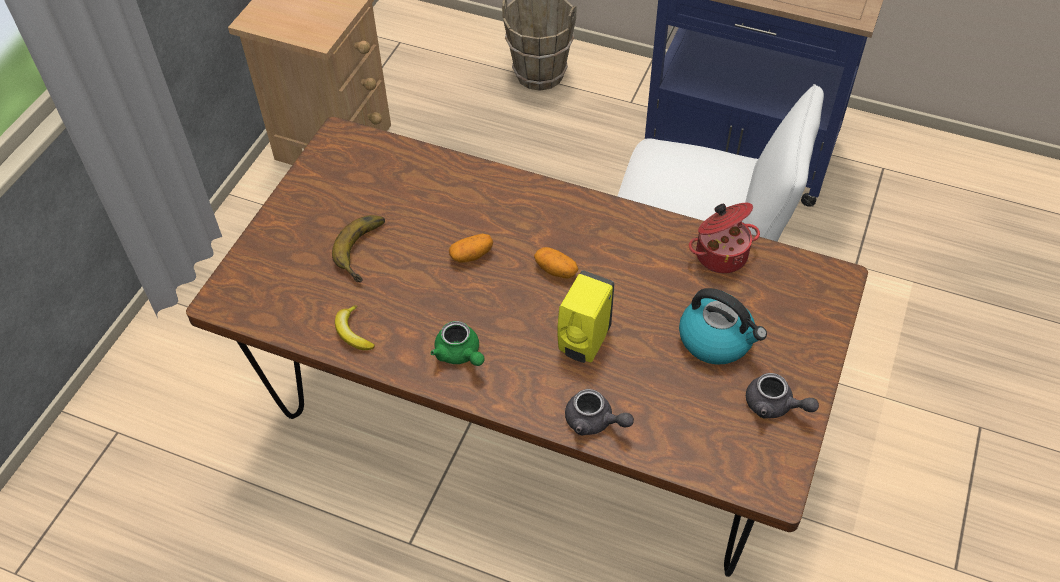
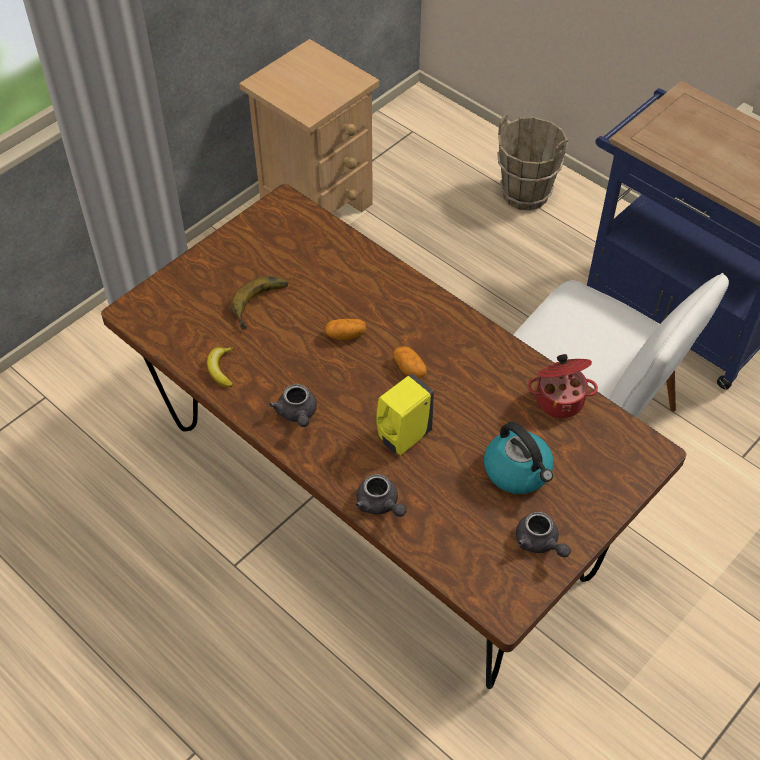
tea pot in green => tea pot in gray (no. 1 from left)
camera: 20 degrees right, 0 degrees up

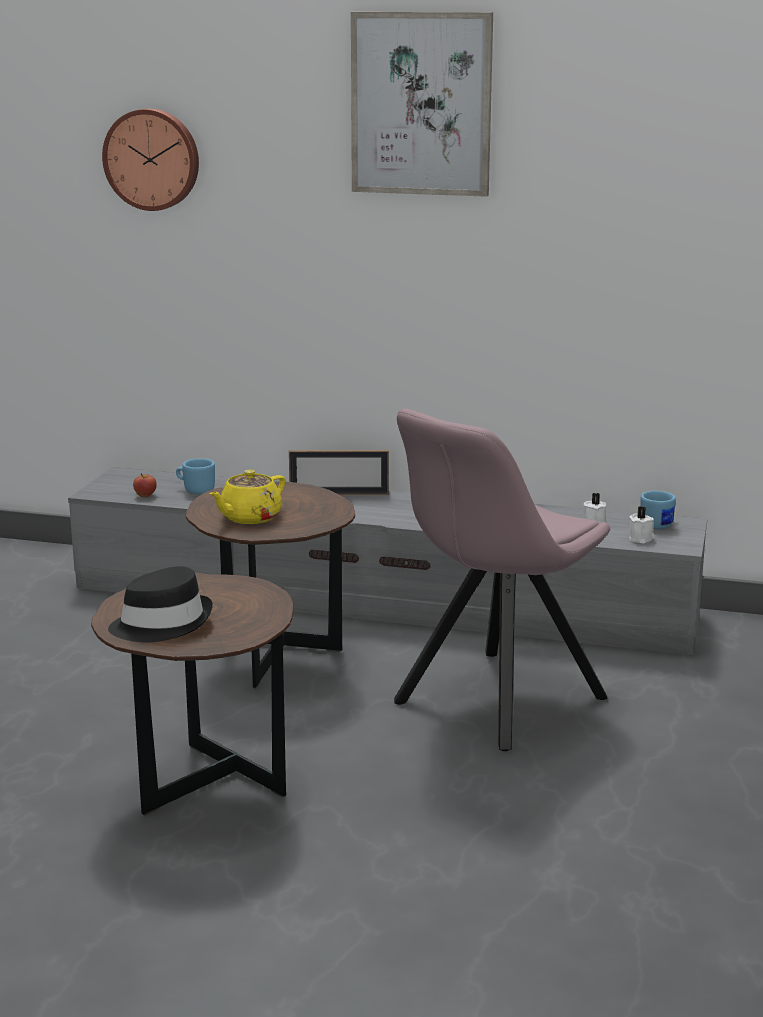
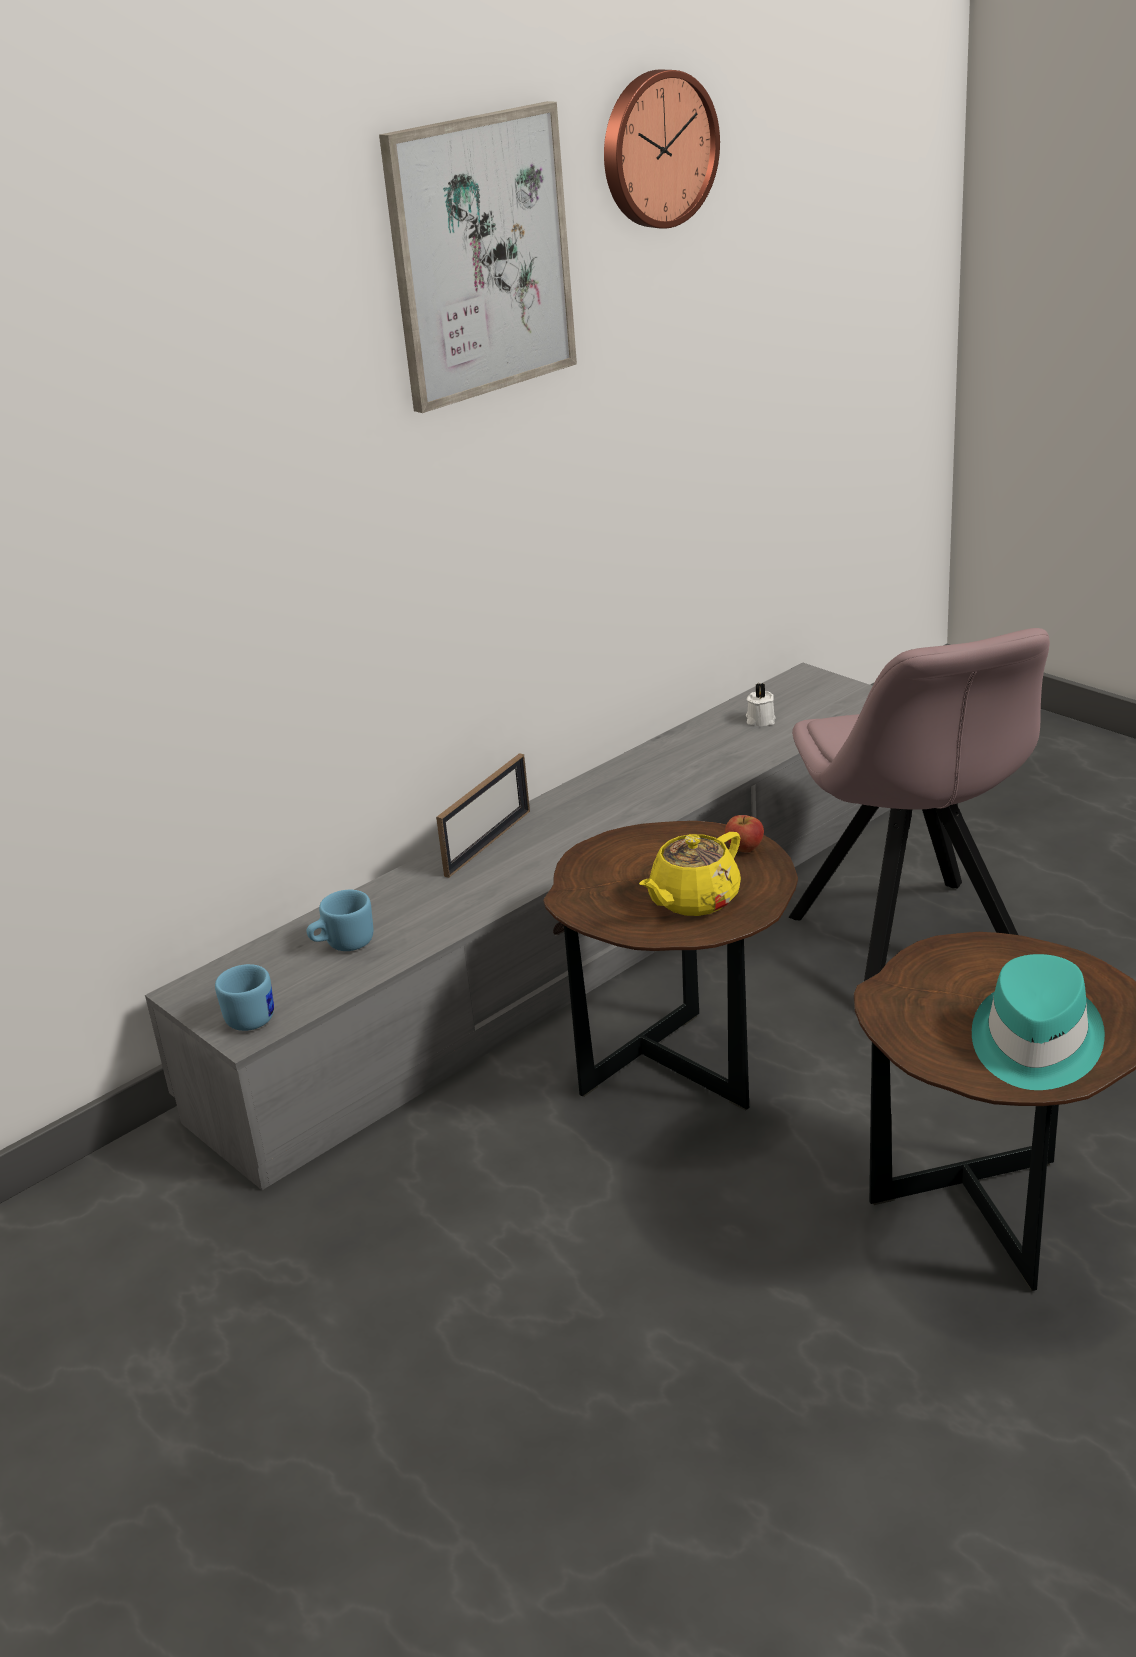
candle in white-coloured (no. 2 from left) => nothing
clock on the wall, shifted
whole apple, shifted
coffee mug in blue-coloured (no. 2 from left in the first image) => coffee mug in blue-coloured (no. 1 from left), shifted
hat in black-coloured => hat in turquoise-coloured
tea pot in yellow, 60 degrees clockwise
camera: 55 degrees left, 10 degrees up

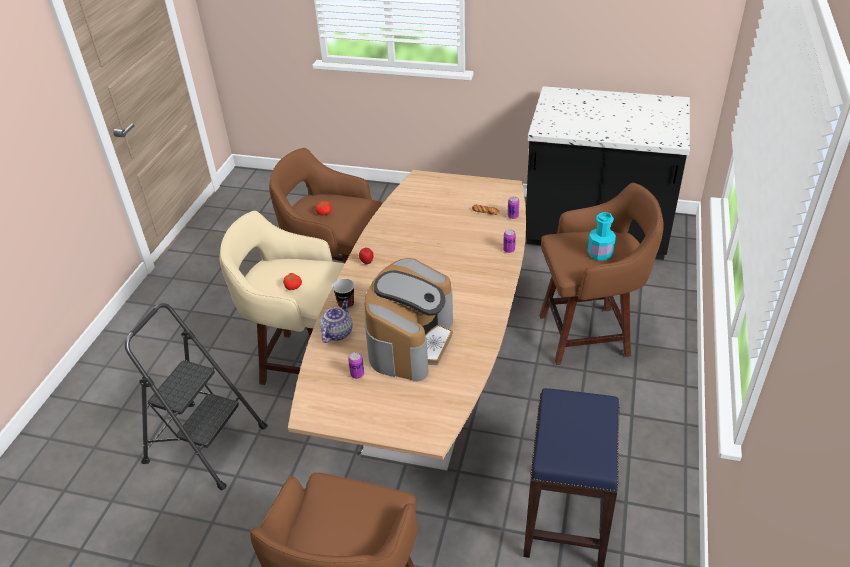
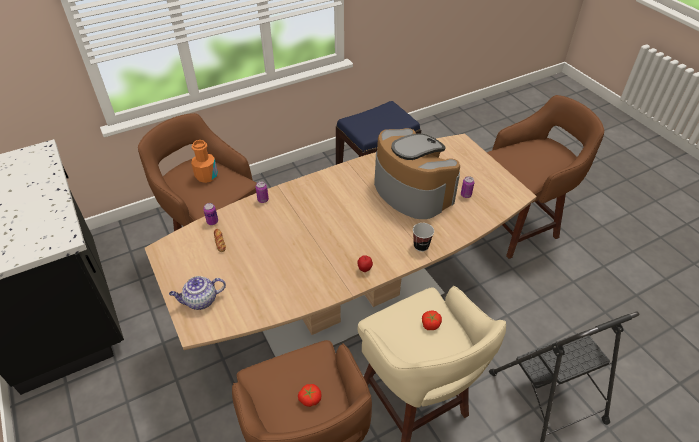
tea pot, shifted
beverage bottle in turquoise-coloured => beverage bottle in orange
coffee machine, 75 degrees clockwise
camera: 135 degrees left, 5 degrees up

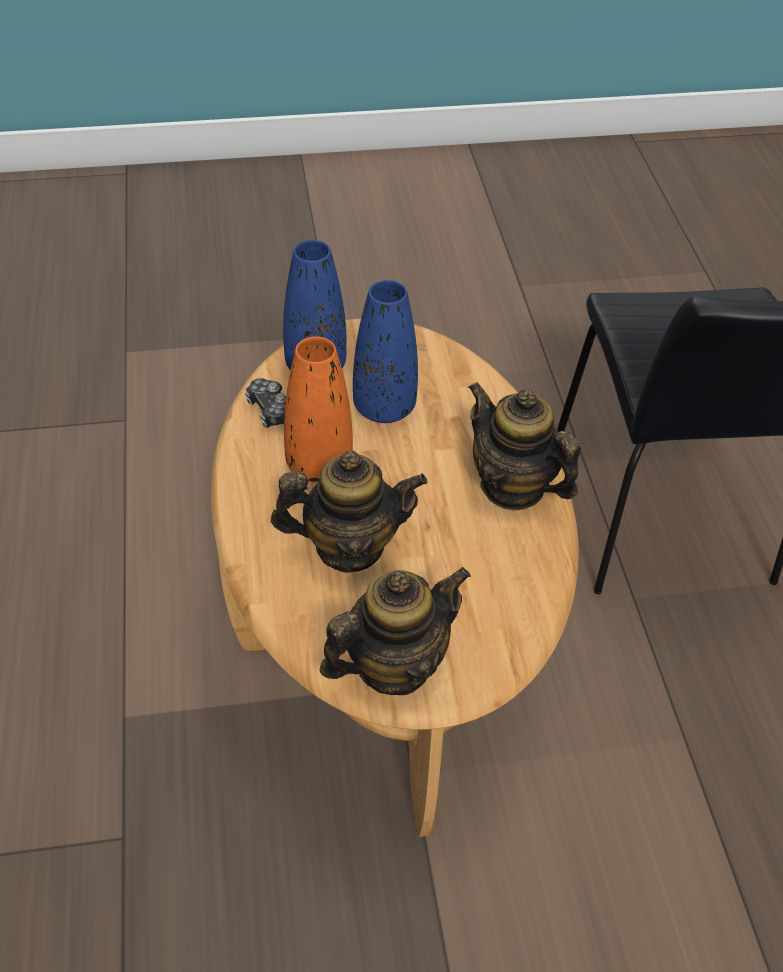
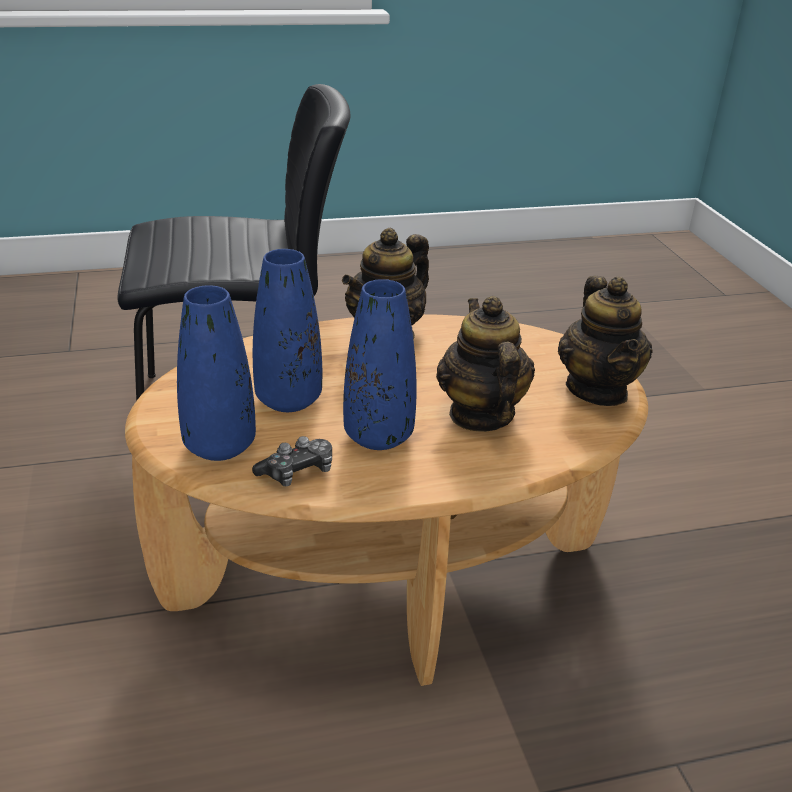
decorative vase in orange => decorative vase in blue-coloured (no. 3 from left)
tea pot (no. 2 from left in the first image) => tea pot (no. 3 from left), 150 degrees counterclockwise
camera: 95 degrees left, 15 degrees down

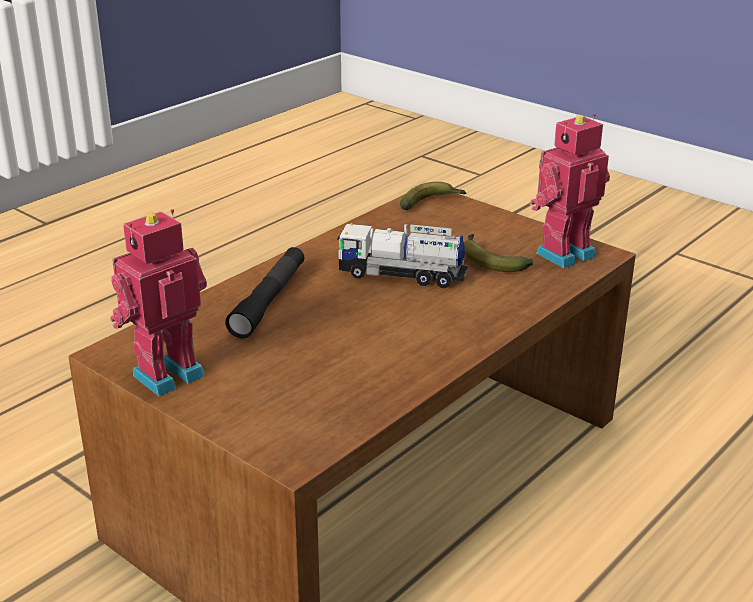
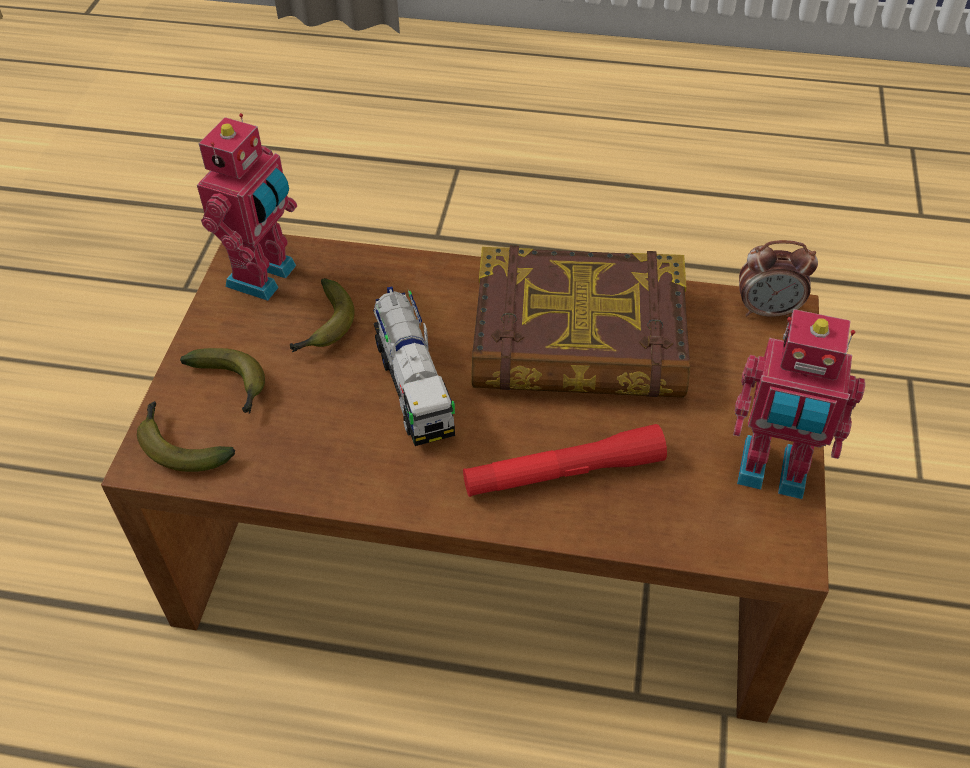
nothing => banana (no. 2 from left)
nothing => volume
nothing => table clock
torch in black-coloured => torch in reddish
model robot (no. 2 from left in the first image) => model robot (no. 1 from left), 90 degrees counterclockwise
camera: 120 degrees left, 20 degrees up

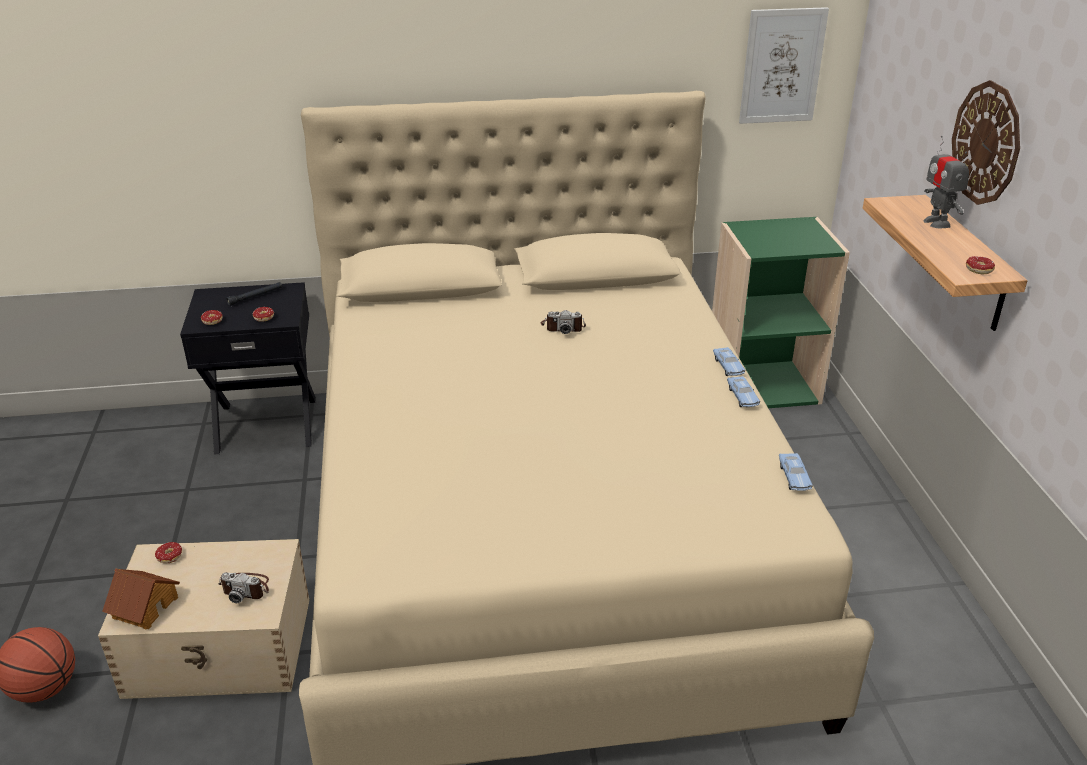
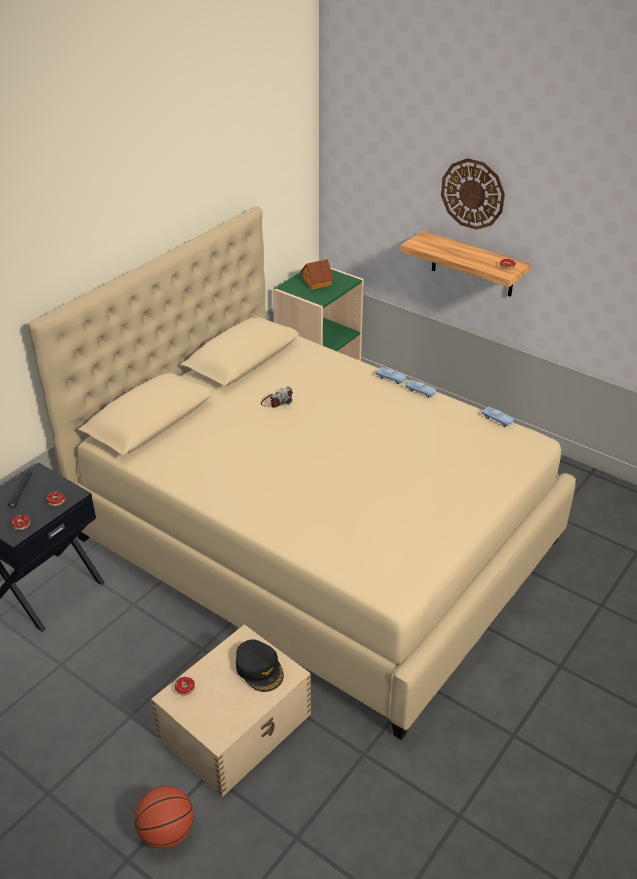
wall art => nothing
model robot => nothing
toy house, shifted
still camera (no. 1 from left) => baseball cap in black-coloured
camera: 45 degrees left, 5 degrees up

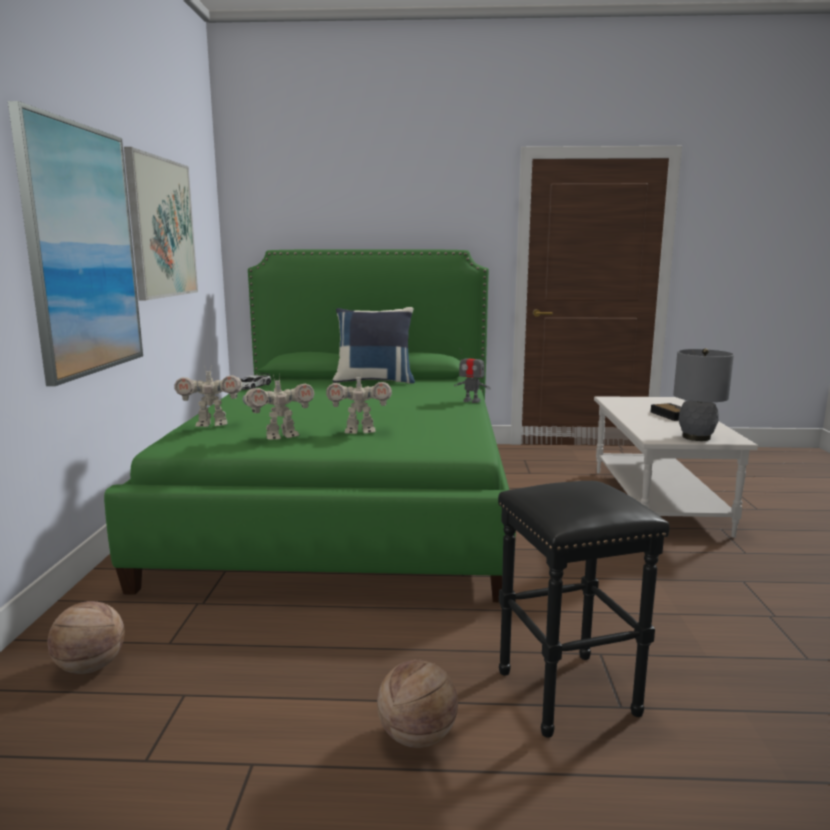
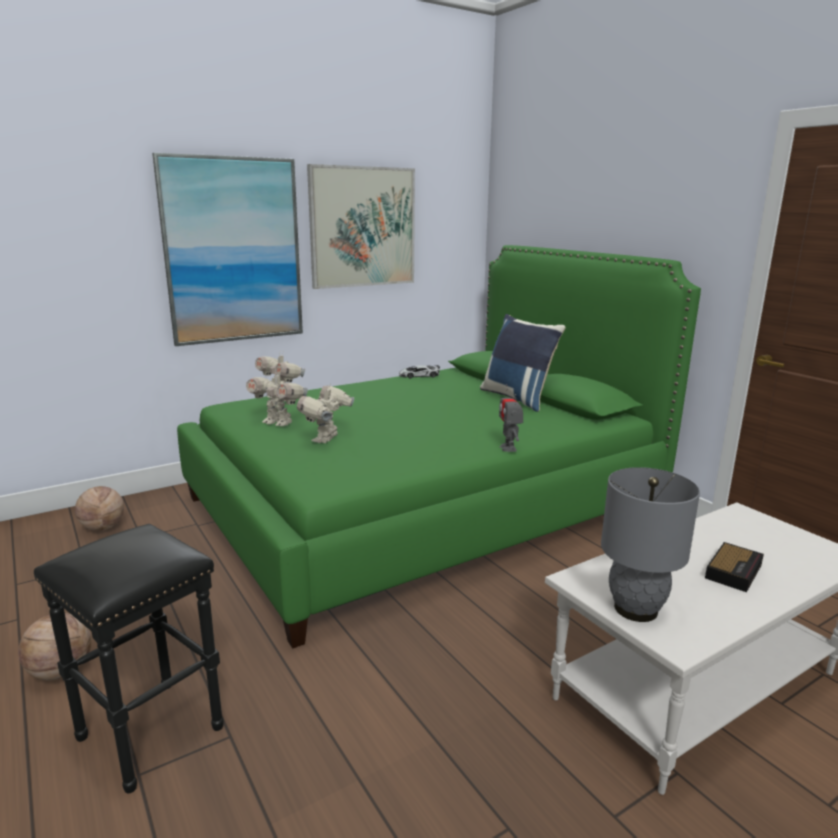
model robot (no. 3 from left), 60 degrees clockwise
camera: 55 degrees right, 5 degrees up

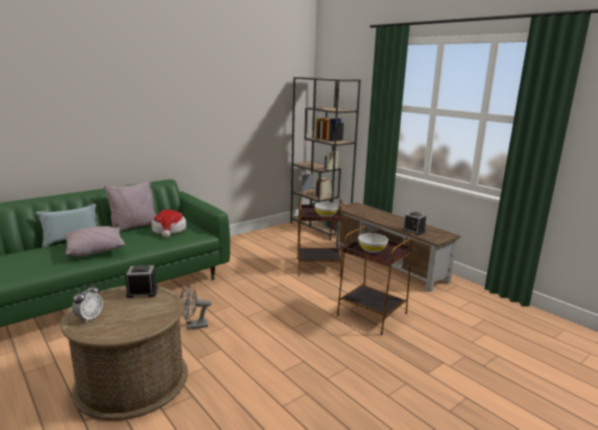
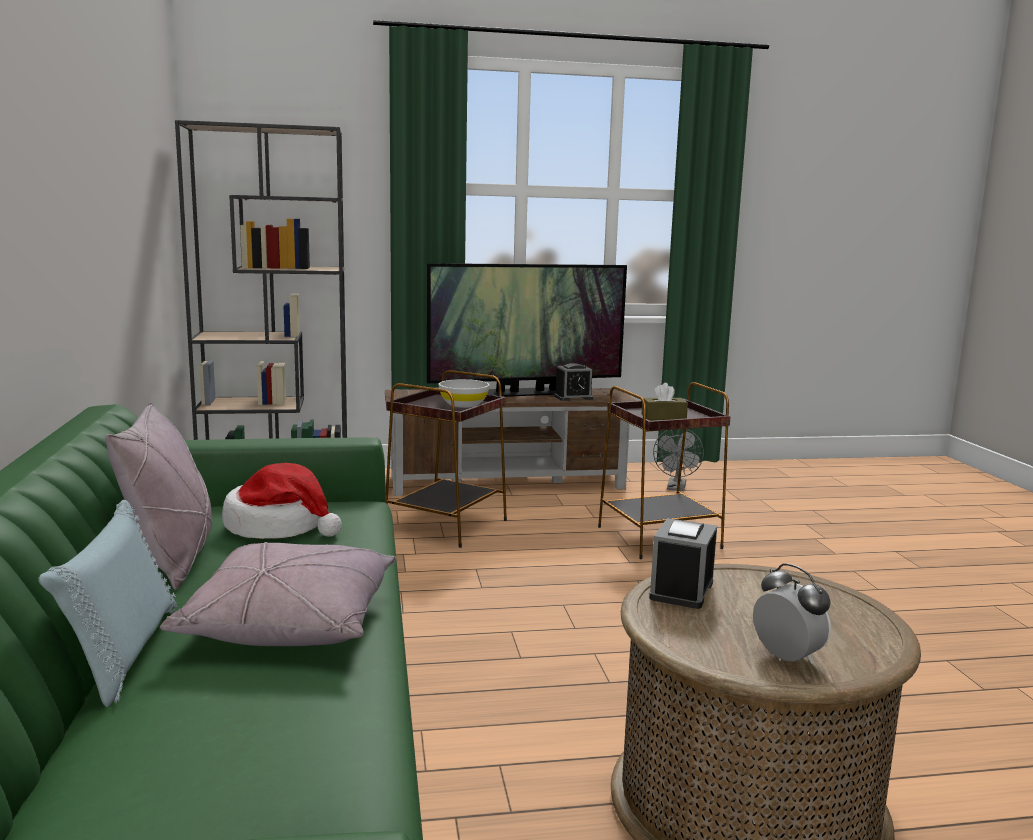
nothing => television
electric fan in gray, shifted
bowl in white-coloured (no. 2 from left) => tissue box in brownish
camera: 60 degrees left, 5 degrees down

